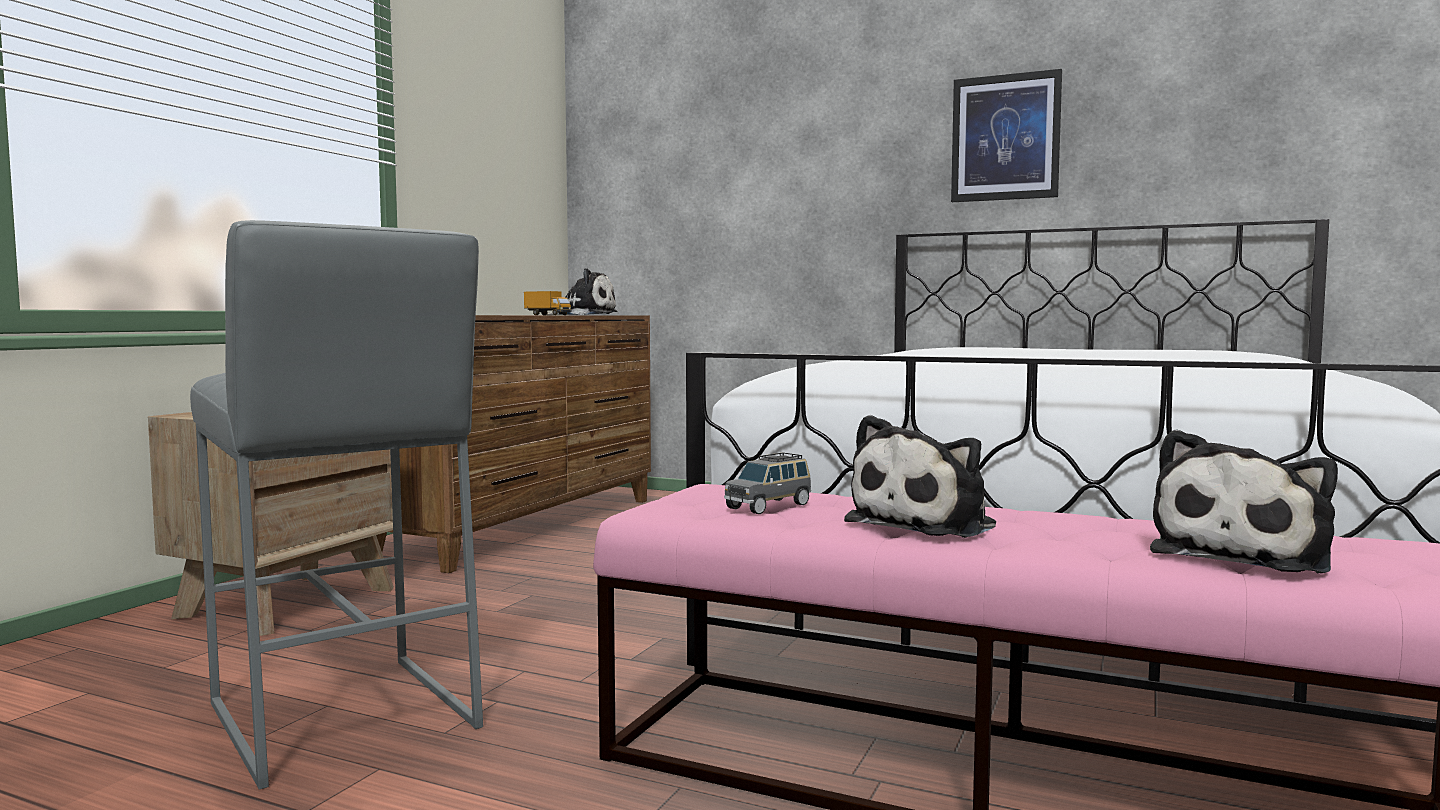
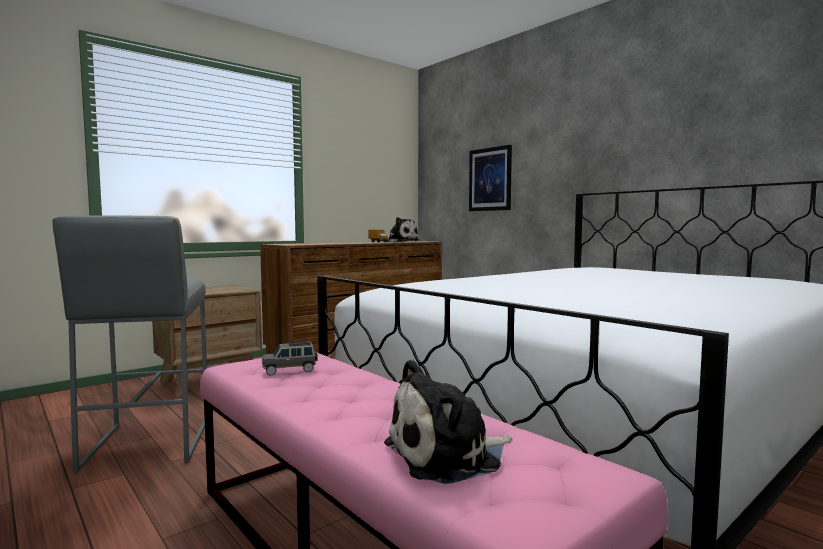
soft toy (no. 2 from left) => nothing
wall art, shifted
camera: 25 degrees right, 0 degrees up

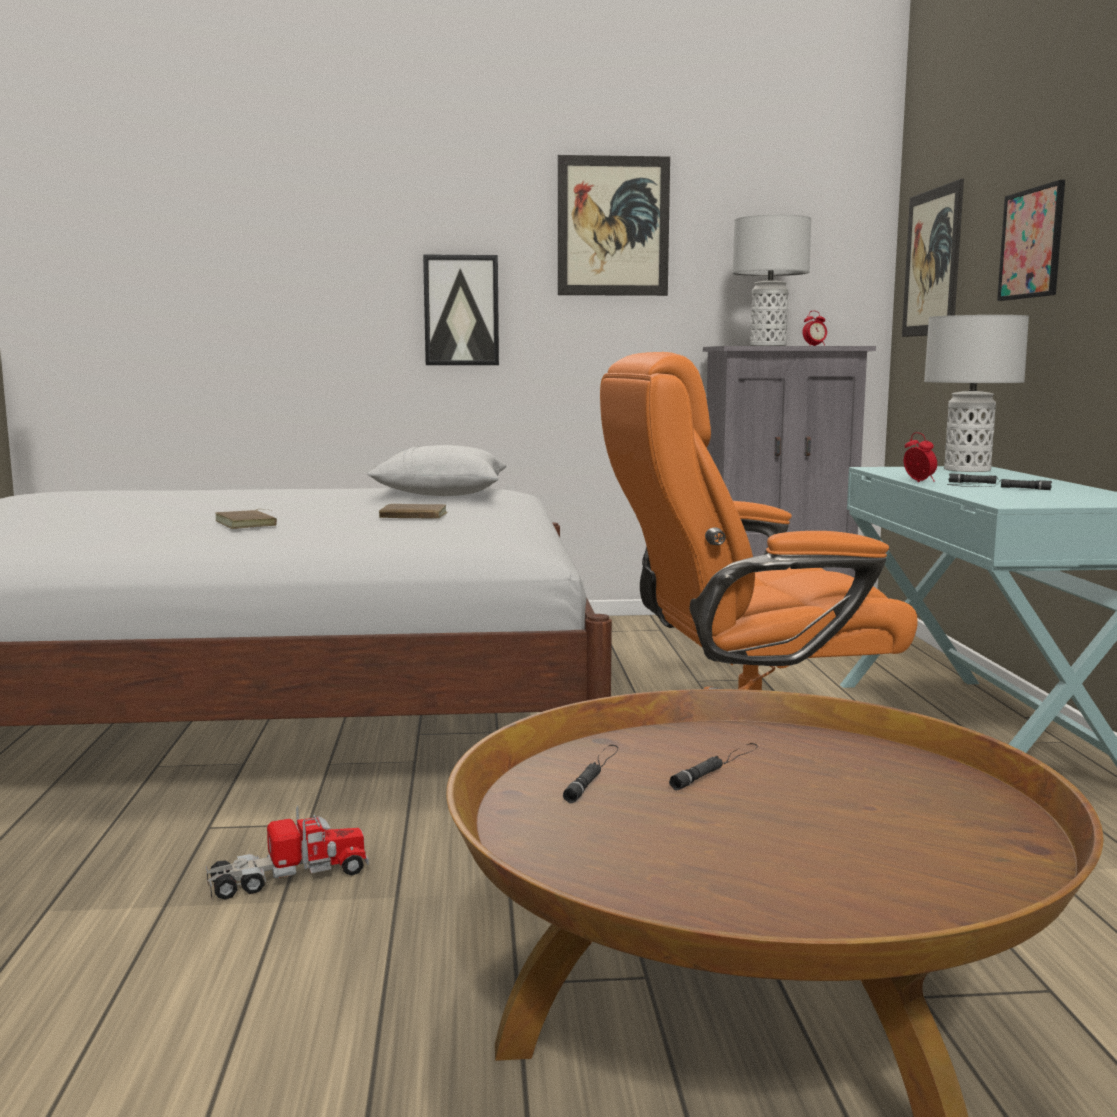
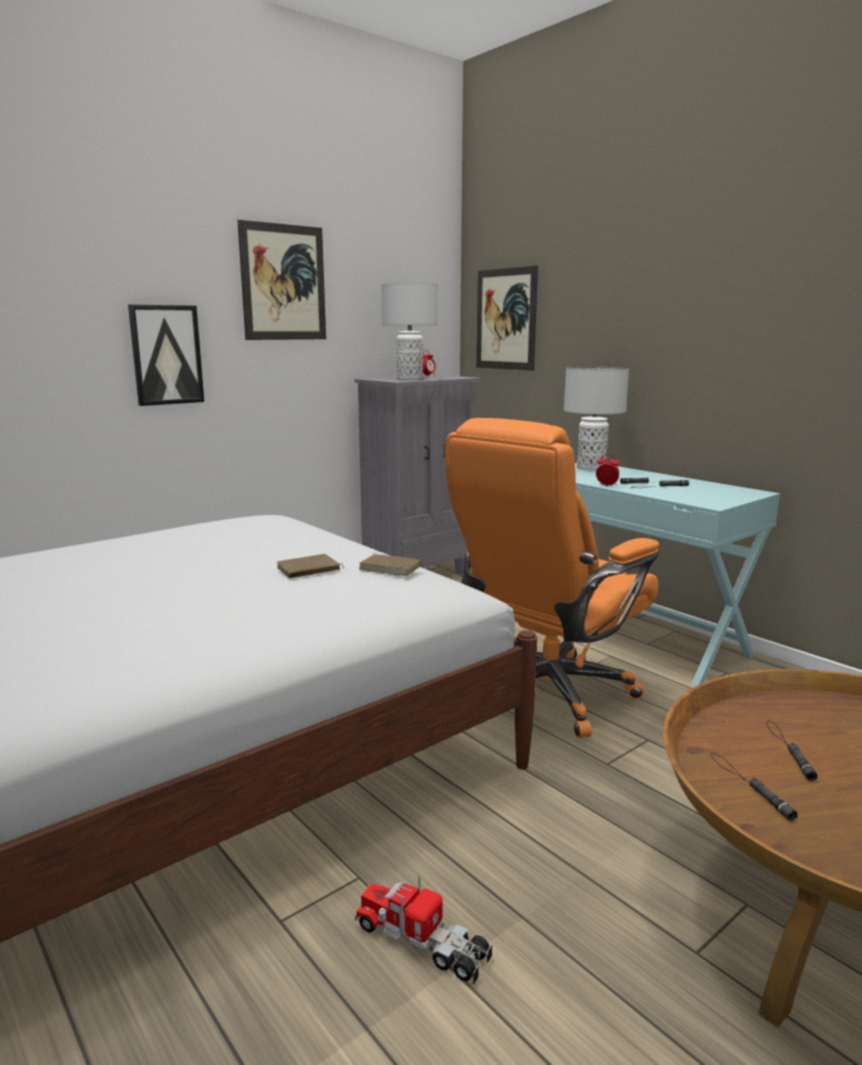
pillow in gray => nothing
wall art (no. 4 from left) => nothing
volume in brownish (no. 1 from left in the first image) => volume in brownish (no. 2 from left), shifted
model truck, 90 degrees counterclockwise
camera: 35 degrees left, 5 degrees up

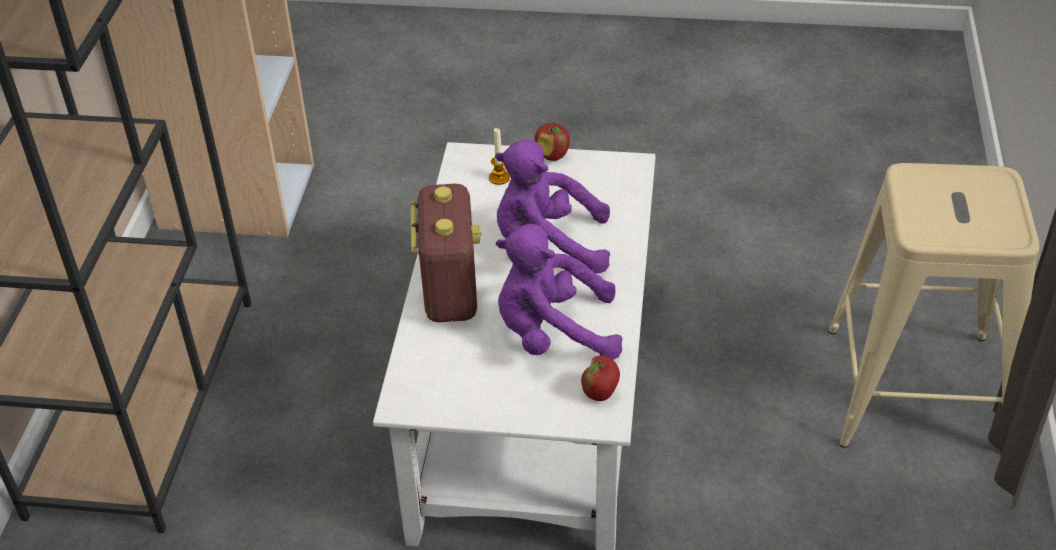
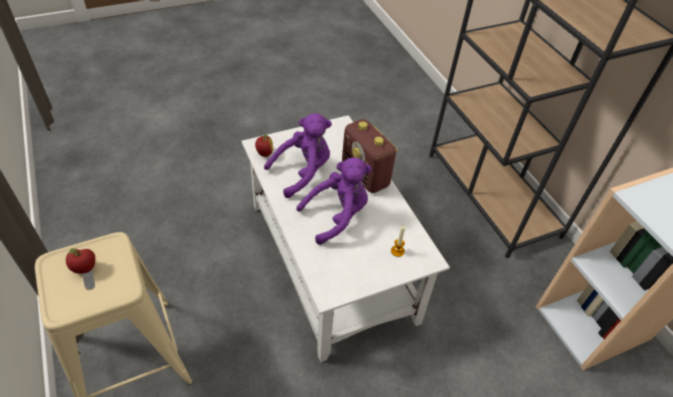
whole apple (no. 1 from left), shifted
camera: 145 degrees right, 5 degrees up

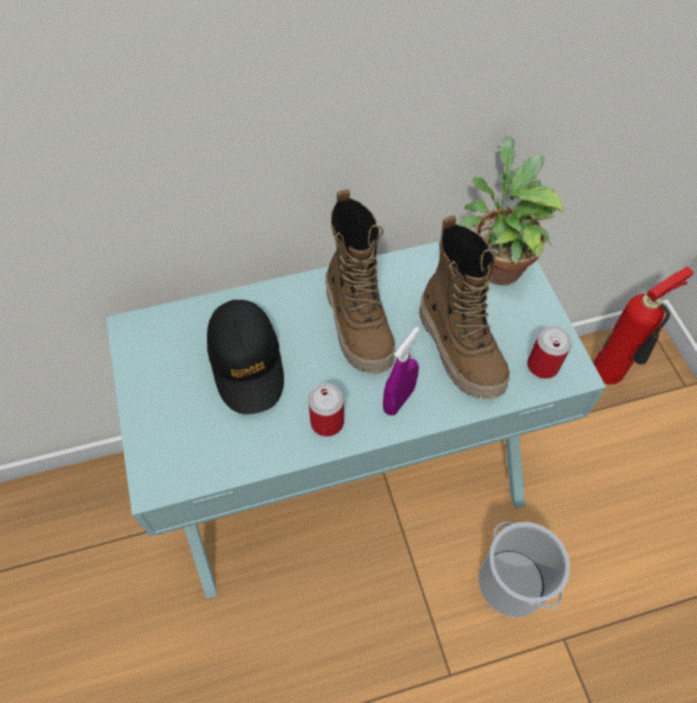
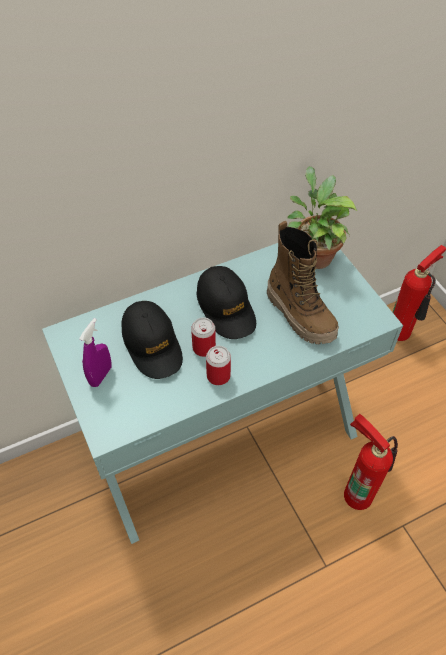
sprayer in purple, shifted
sealed can (no. 2 from left in the first image) => sealed can (no. 1 from left), shifted
boot (no. 1 from left) => baseball cap in black-coloured (no. 2 from left)
bucket => fire extinguisher (no. 1 from left)
camera: 10 degrees left, 5 degrees down

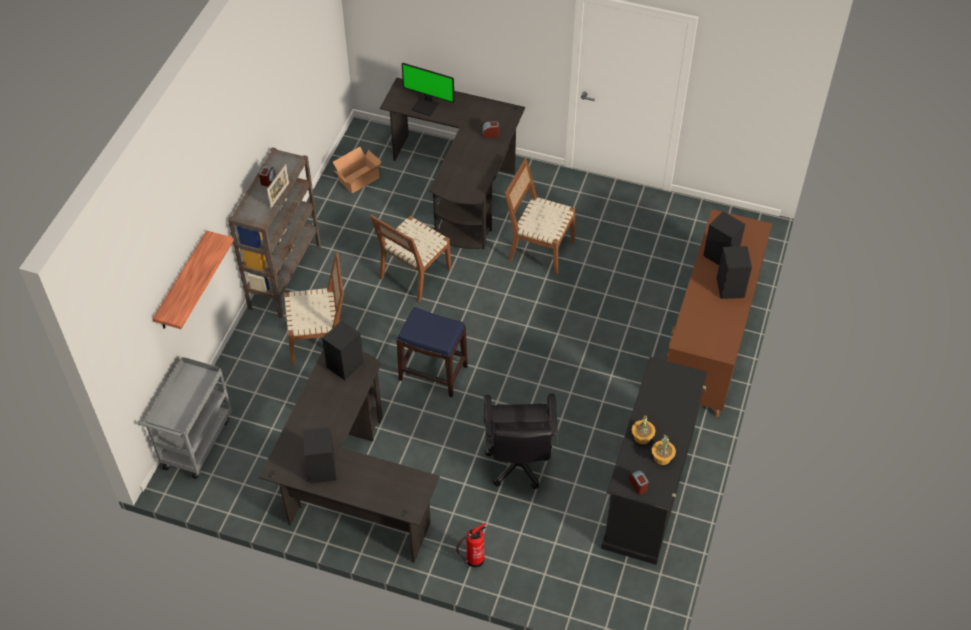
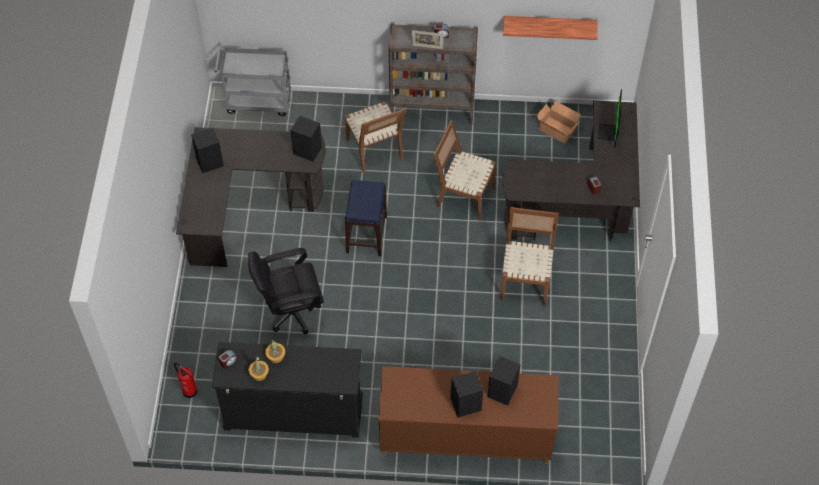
wall shelf, shifted
fire extinguisher, shifted
camera: 75 degrees right, 5 degrees up

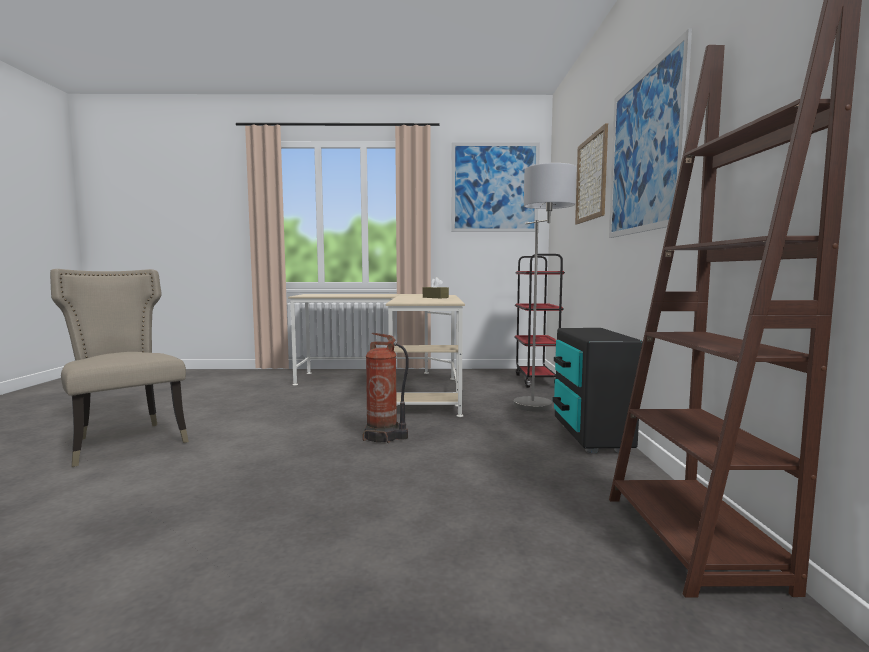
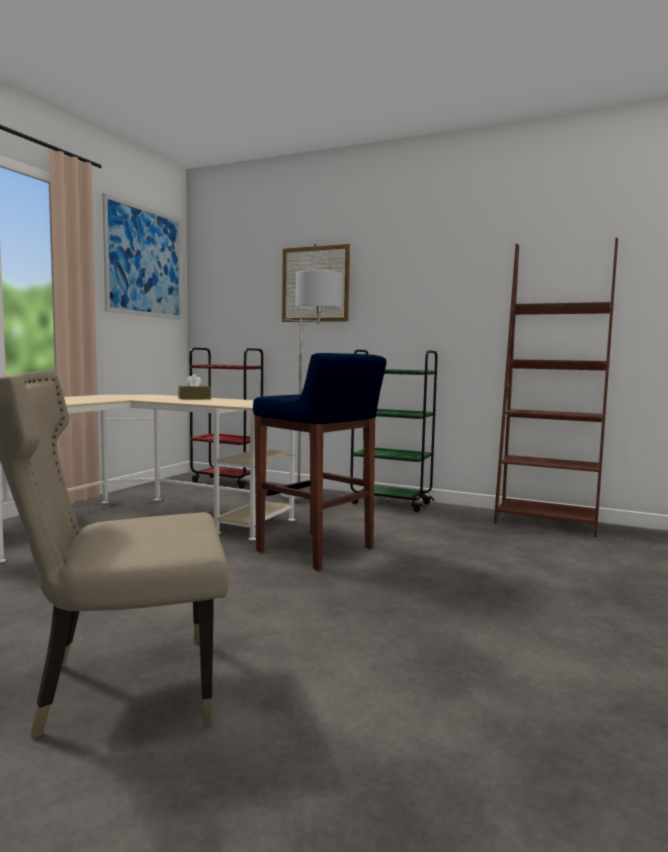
wall art (no. 3 from left) => nothing
fire extinguisher => sitting stool in blue-coloured
nightstand in black-coloured => cart in green
camera: 65 degrees left, 0 degrees up

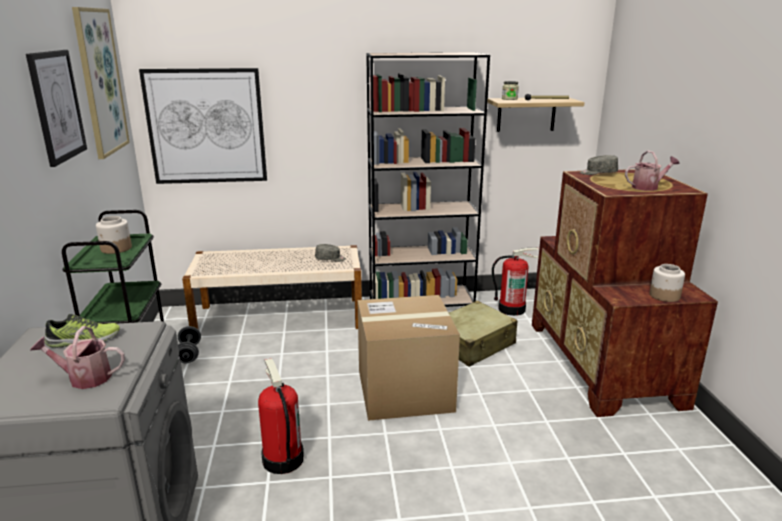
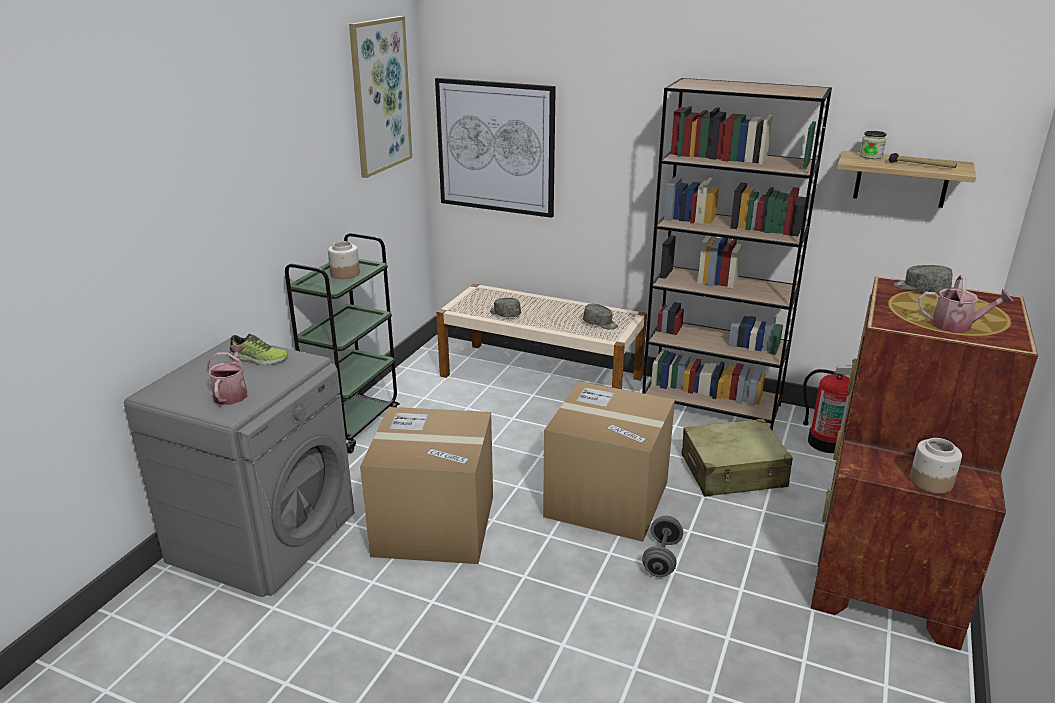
wall art (no. 1 from left) => nothing
nothing => baseball cap in gray (no. 1 from left)
free weight in gray, shifted
fire extinguisher (no. 1 from left) => carton (no. 1 from left)
sprinkling can (no. 1 from left), 60 degrees clockwise
camera: 30 degrees right, 5 degrees up

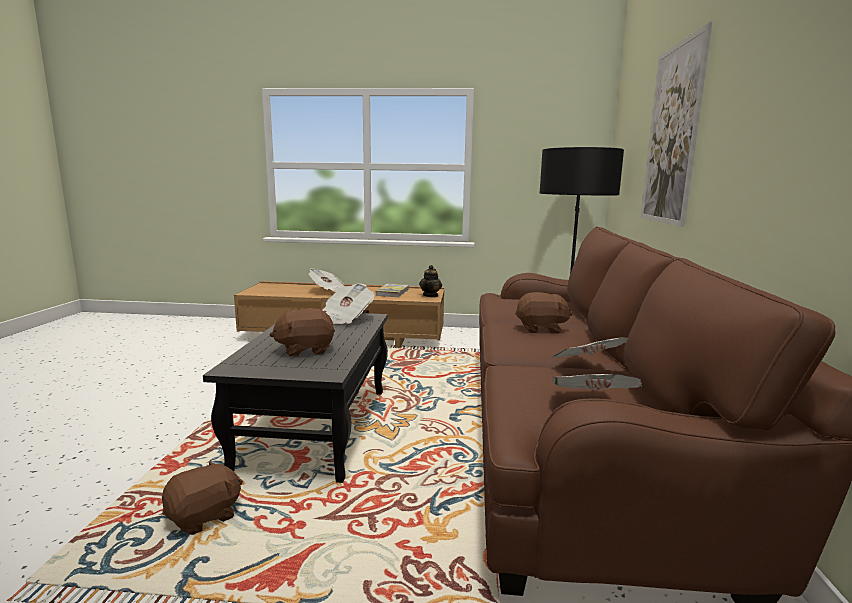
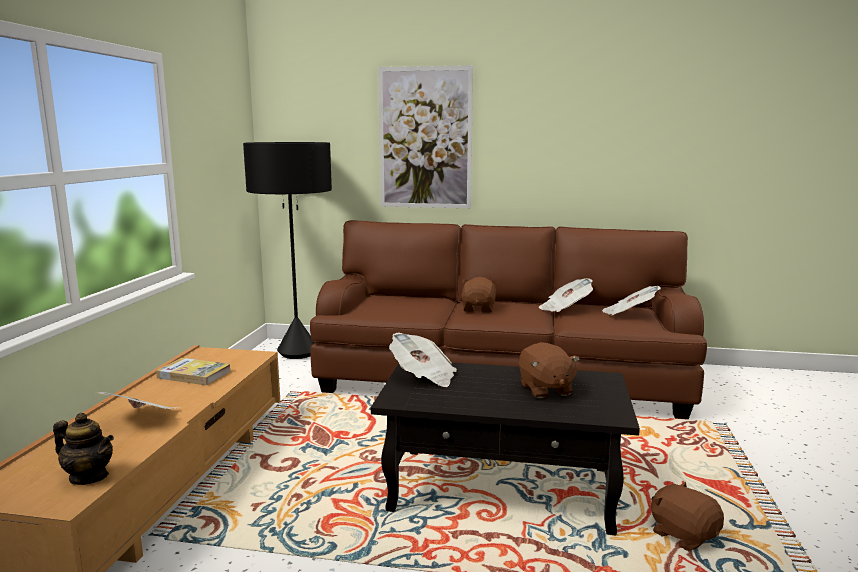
tea pot, shifted
camera: 85 degrees left, 0 degrees up

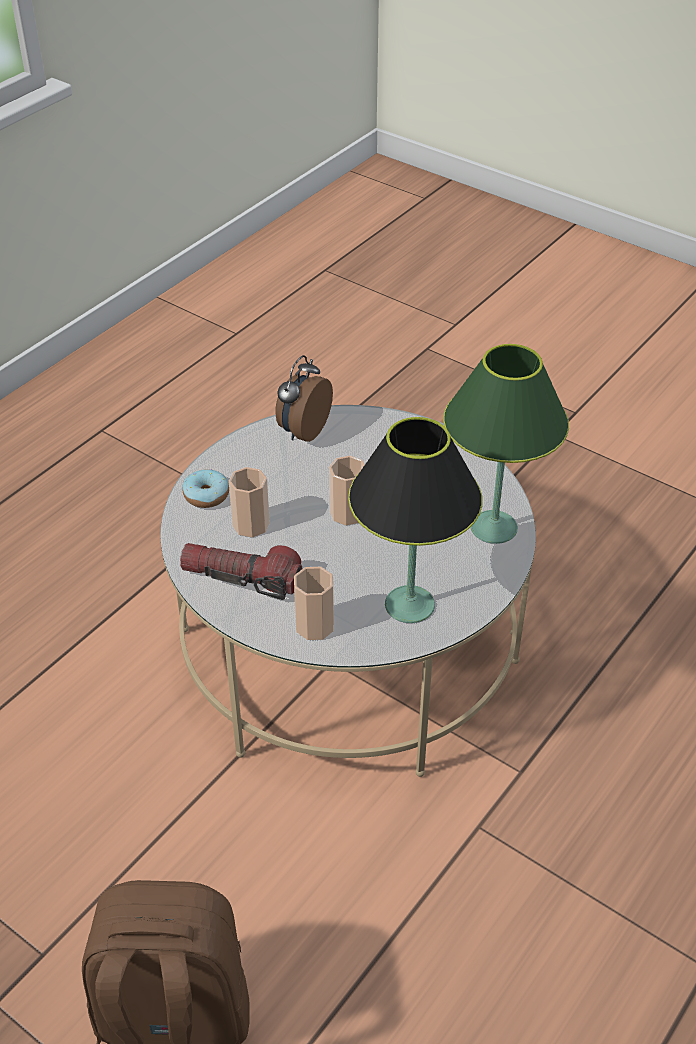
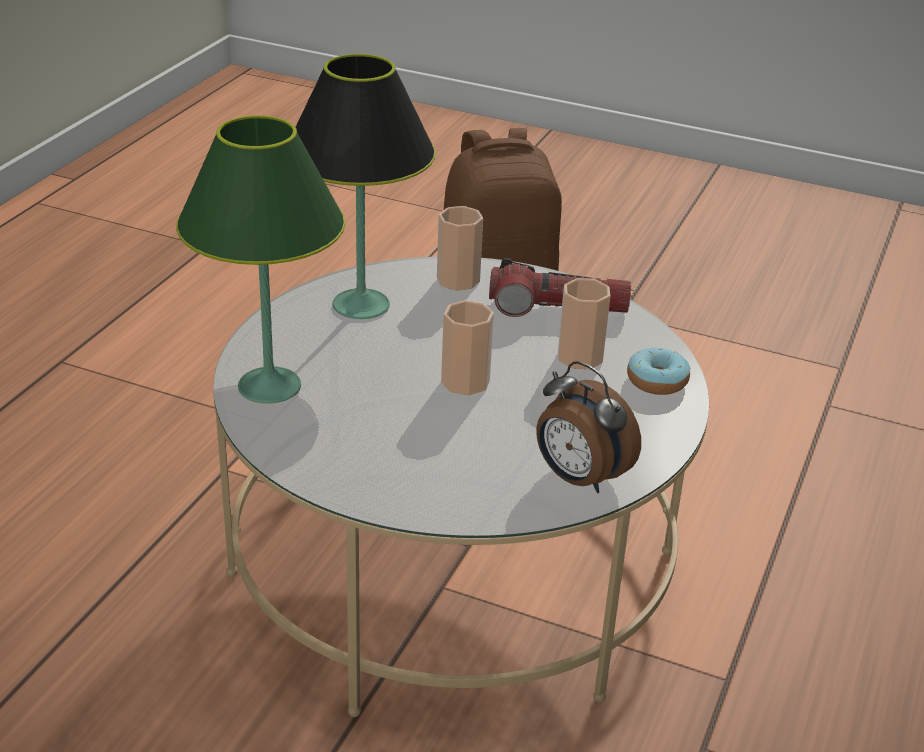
table clock, 120 degrees clockwise
camera: 165 degrees right, 10 degrees down

